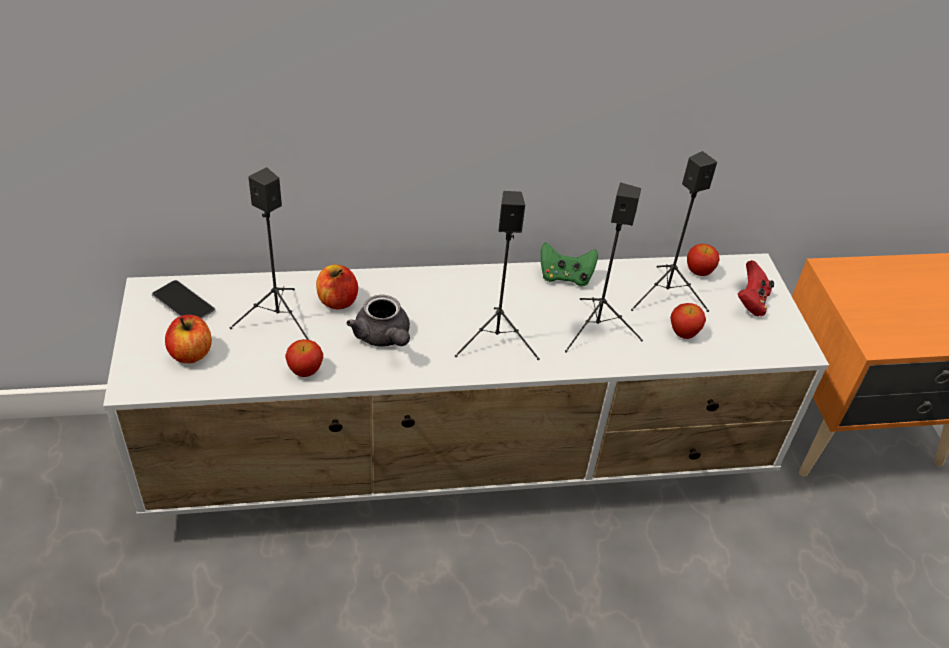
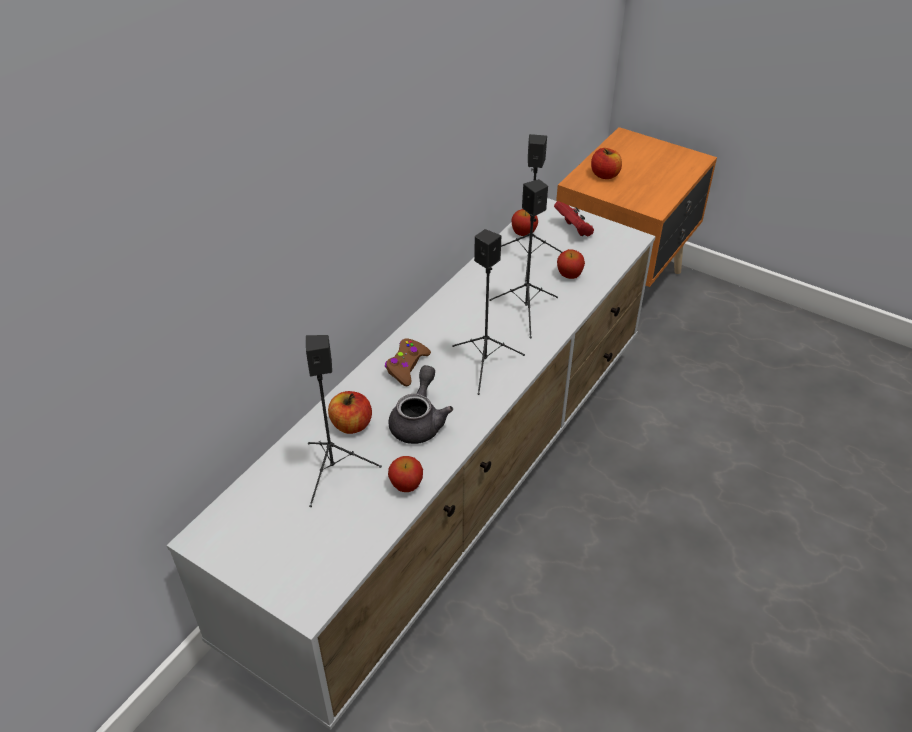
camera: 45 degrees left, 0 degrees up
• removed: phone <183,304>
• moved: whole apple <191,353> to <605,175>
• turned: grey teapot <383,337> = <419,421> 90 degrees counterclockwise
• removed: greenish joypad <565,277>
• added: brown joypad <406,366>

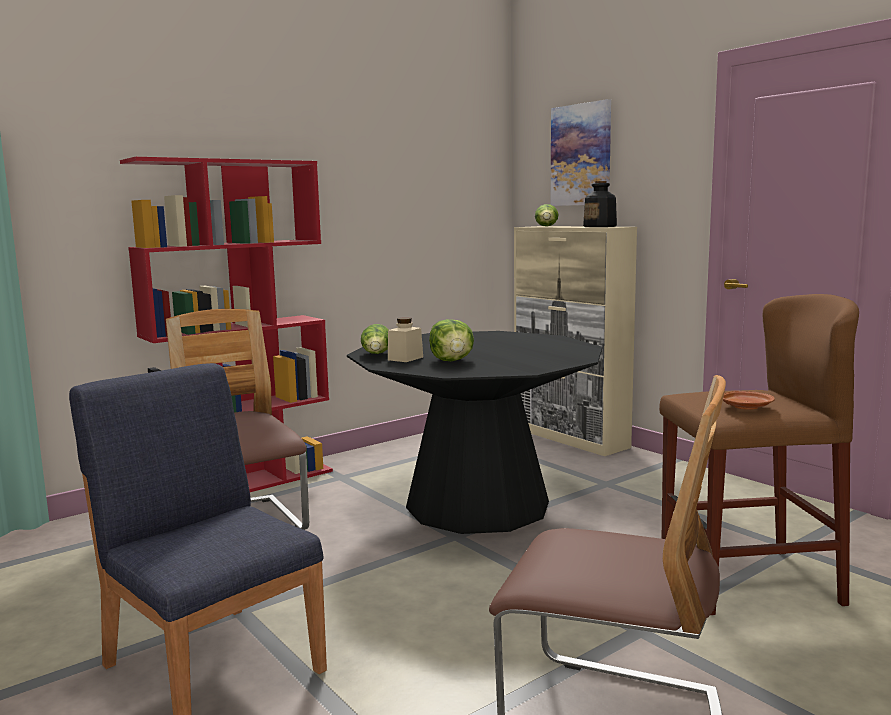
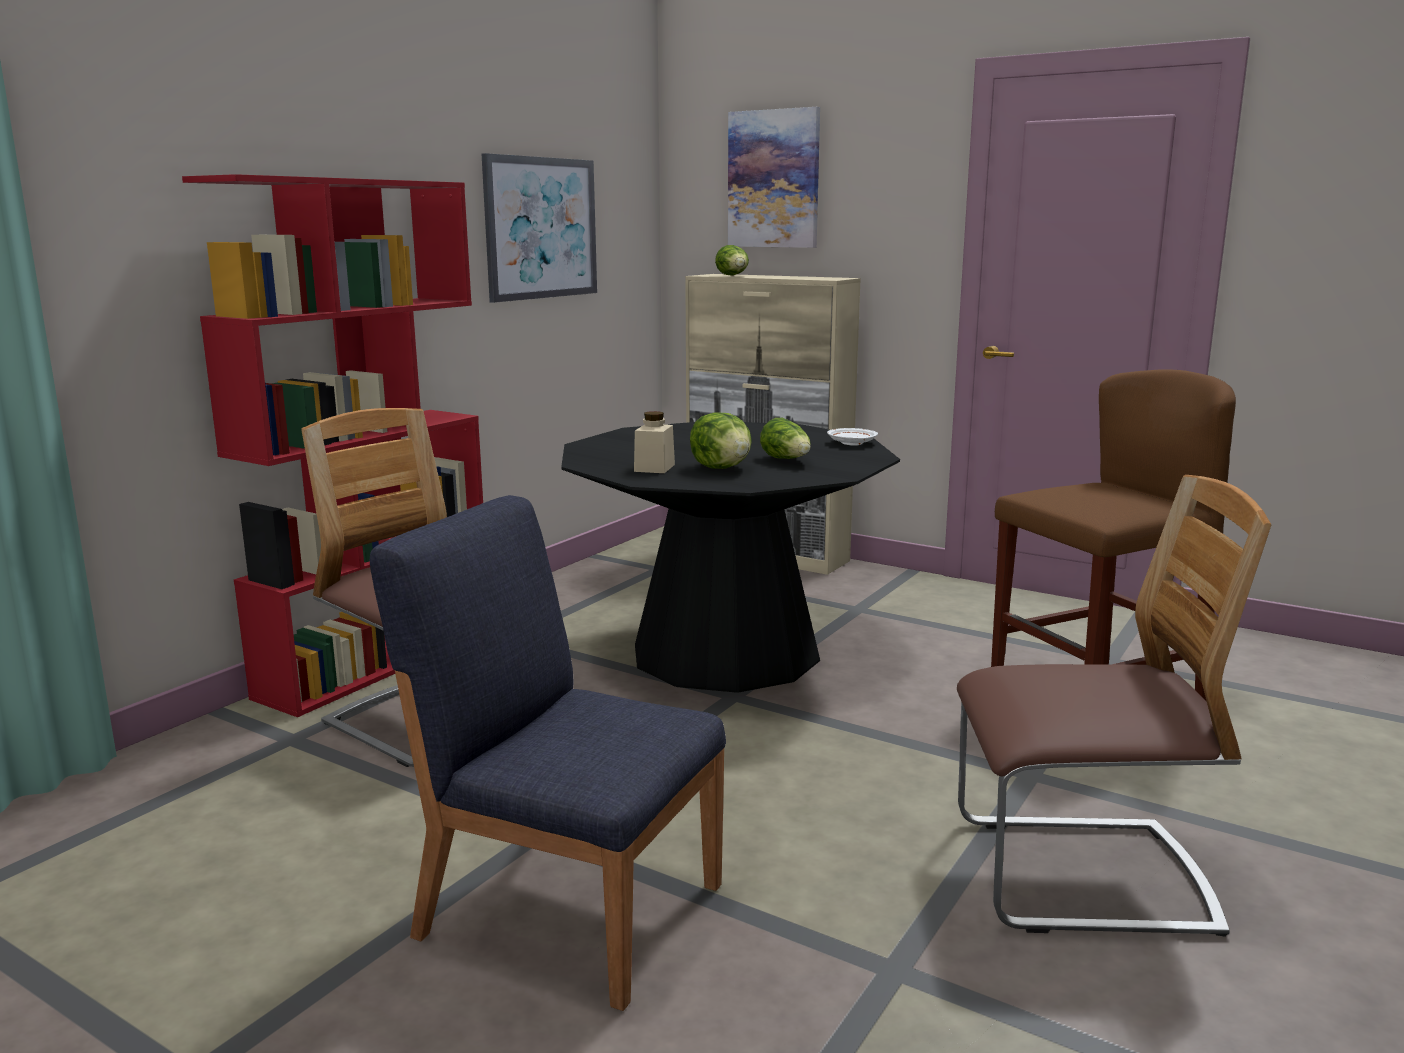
camera: 20 degrees left, 5 degrees up
• moved: head of lettuce <377,355> to <787,460>
• removed: bottle <600,226>
• removed: brown plate <746,407>
• added: wall picture <541,228>
• added: white-coloured plate <851,443>

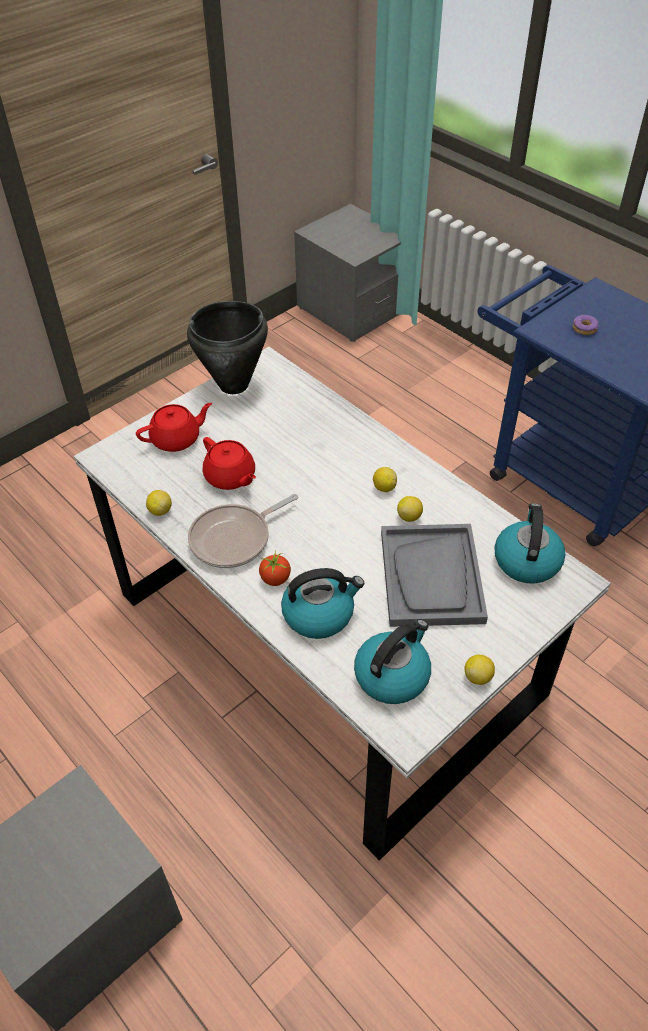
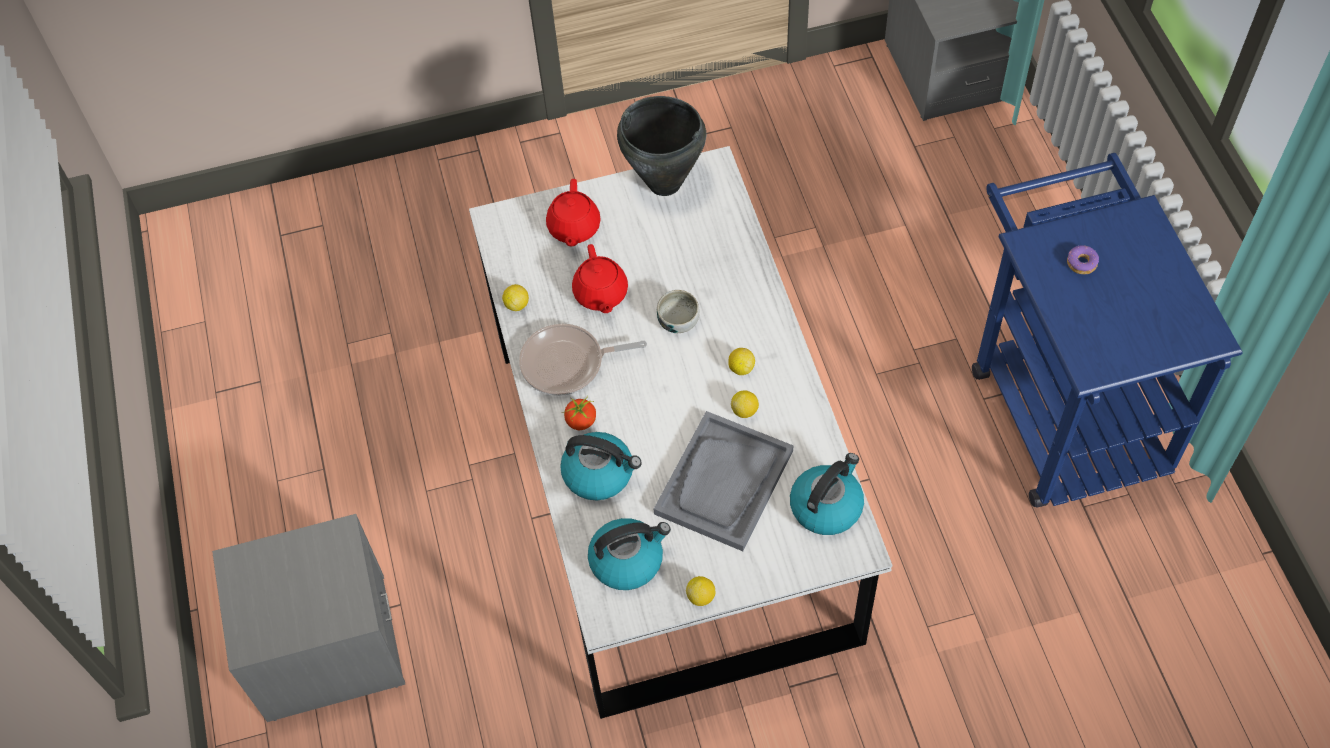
camera: 30 degrees right, 10 degrees up
• turned: red teapot <177,439> = <573,228> 90 degrees clockwise
• added: deep dish <678,321>

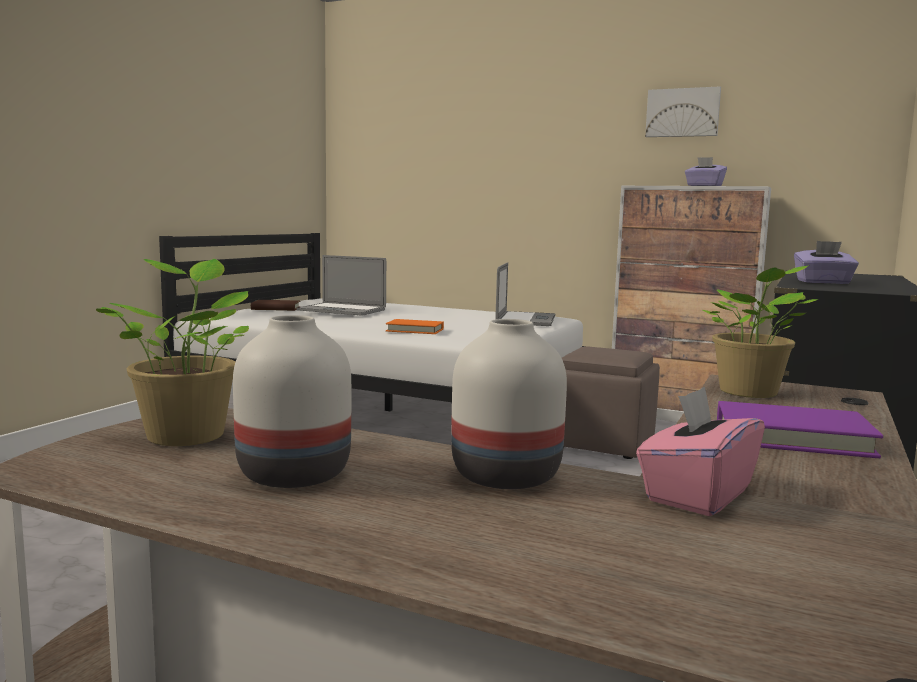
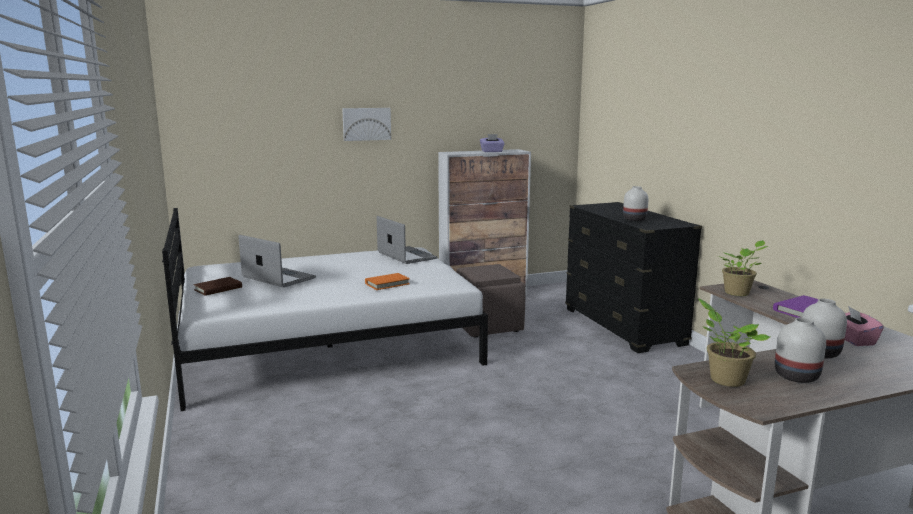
camera: 45 degrees left, 5 degrees up
• turned: portable computer <342,310> = <278,277> 120 degrees counterclockwise
• moved: wall picture <682,113> to <366,124>
• replaced: purple-coloured tissue box <823,282> to white-coloured vase <634,219>

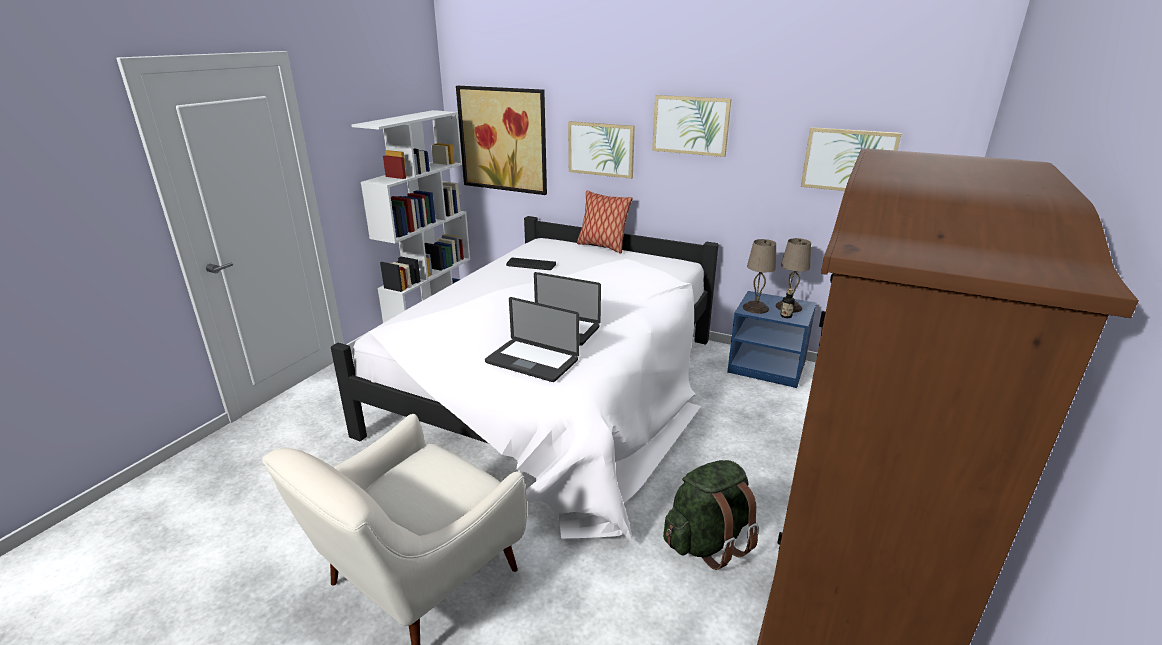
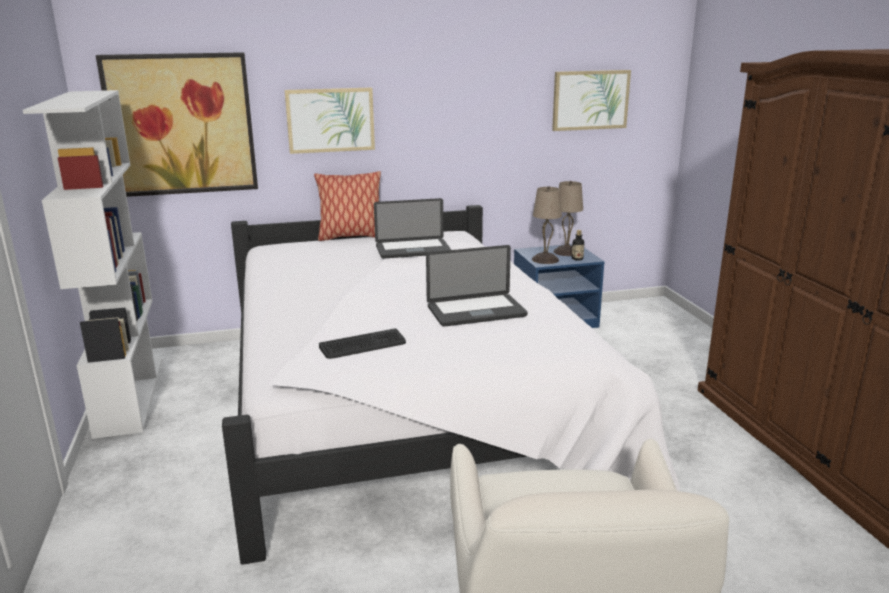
camera: 40 degrees left, 5 degrees down
• moved: portable computer <532,361> to <413,250>
• moved: computer keyboard <530,265> to <363,345>
• removed: wall picture <690,125>
• removed: greenish knapsack <707,542>

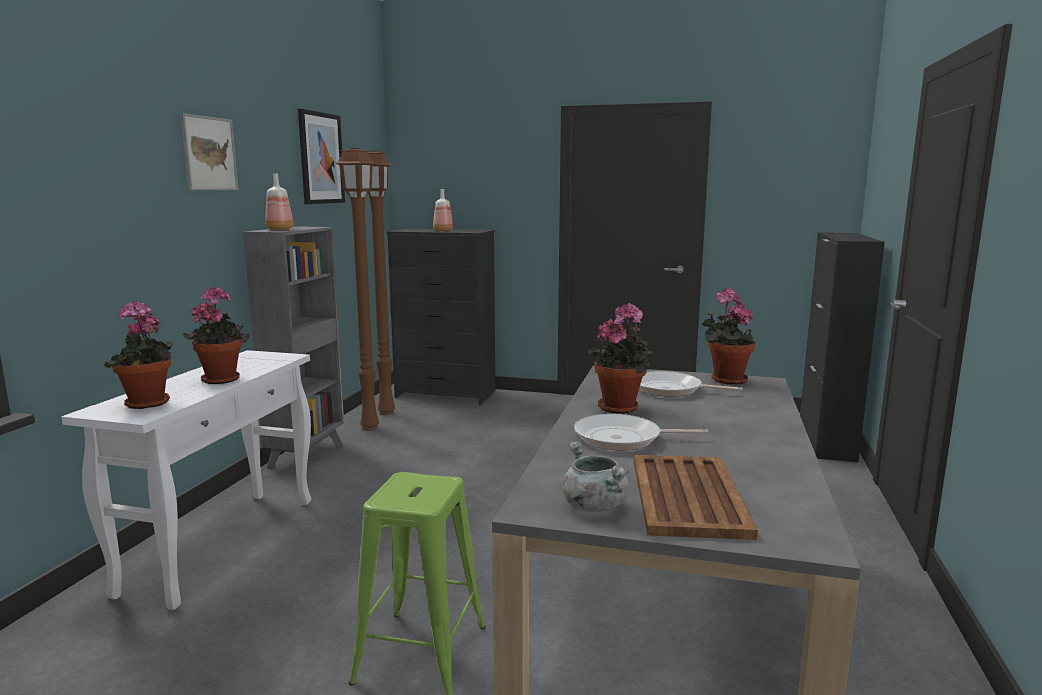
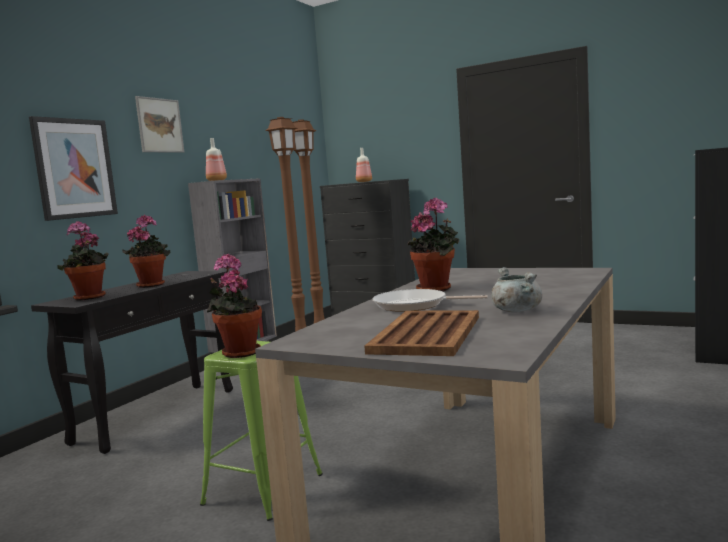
camera: 15 degrees right, 5 degrees down
• recoloured: white-coloured console table <223,543> to black-coloured console table <158,415>
• moved: wall picture <321,158> to <74,168>
• moved: grey saucepot <593,505> to <515,310>
• removed: pan <671,389>
• moved: plant in a pot <725,380> to <239,352>

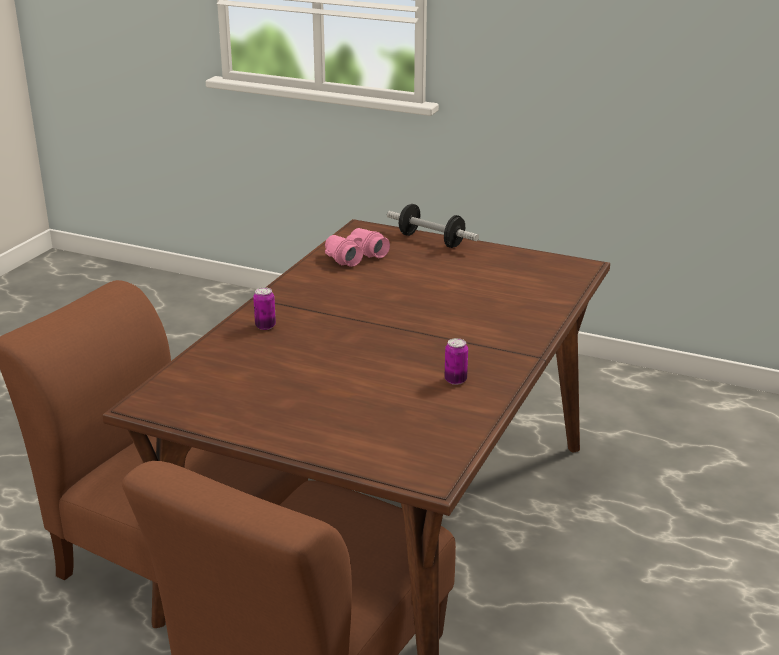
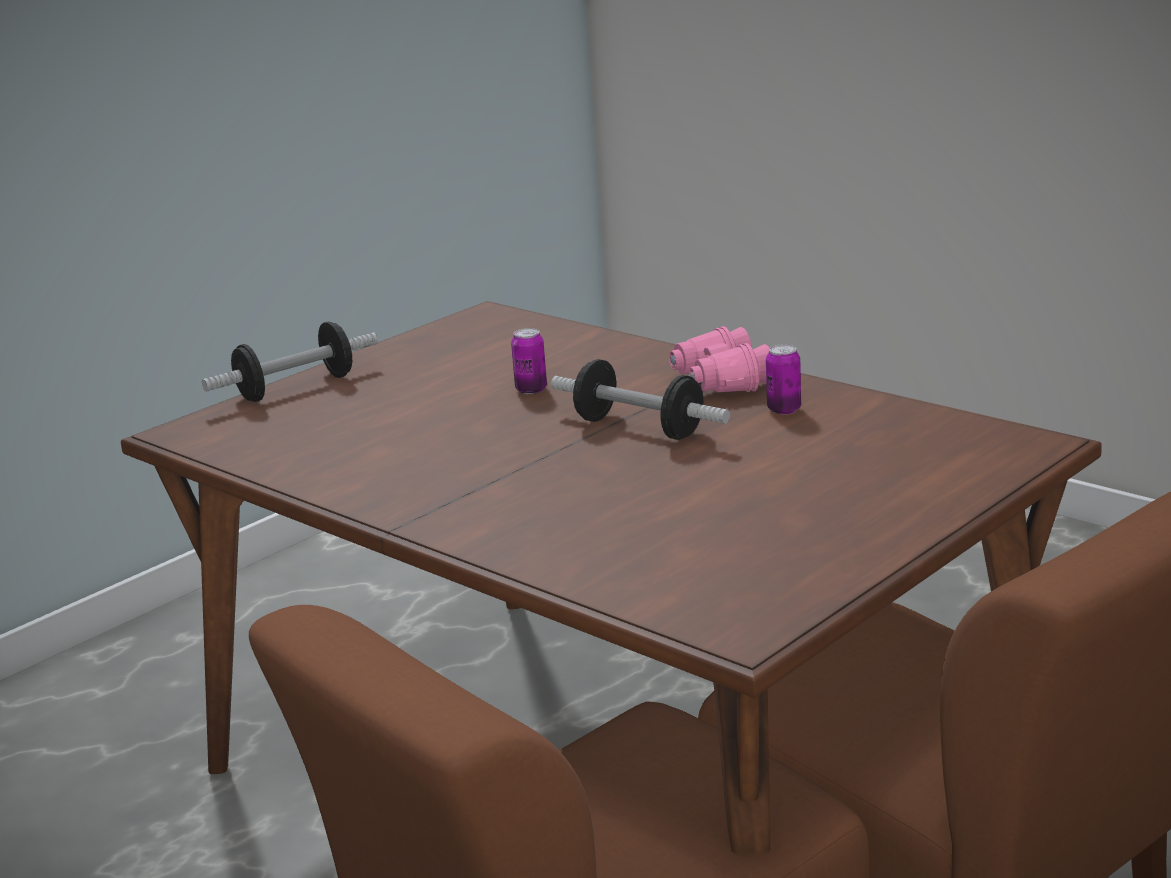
camera: 70 degrees left, 5 degrees down
• moved: metal can <265,326> to <531,390>
• moved: pink field glasses <355,256> to <720,382>
• added: free weight <639,428>

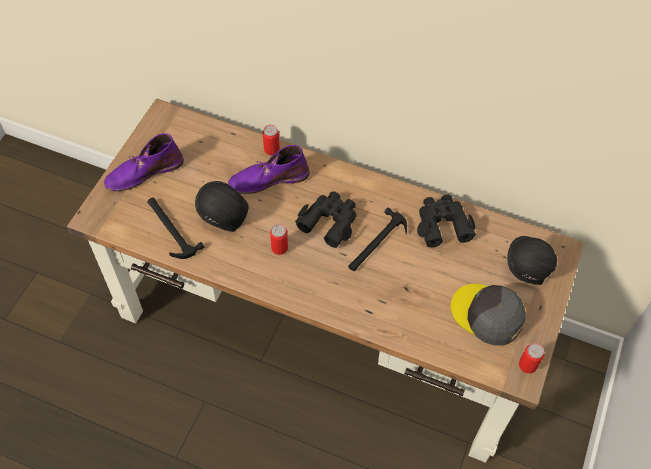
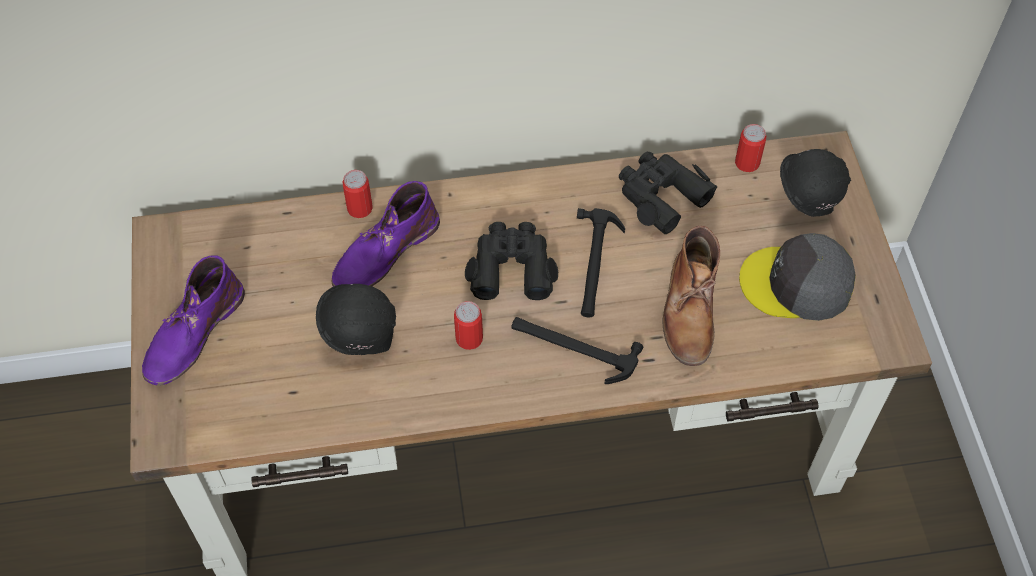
camera: 30 degrees left, 0 degrees up
• moved: tool hammer <170,229> to <573,348>
• moved: metal can <527,365> to <747,163>
• added: brown high-top boot <690,310>

